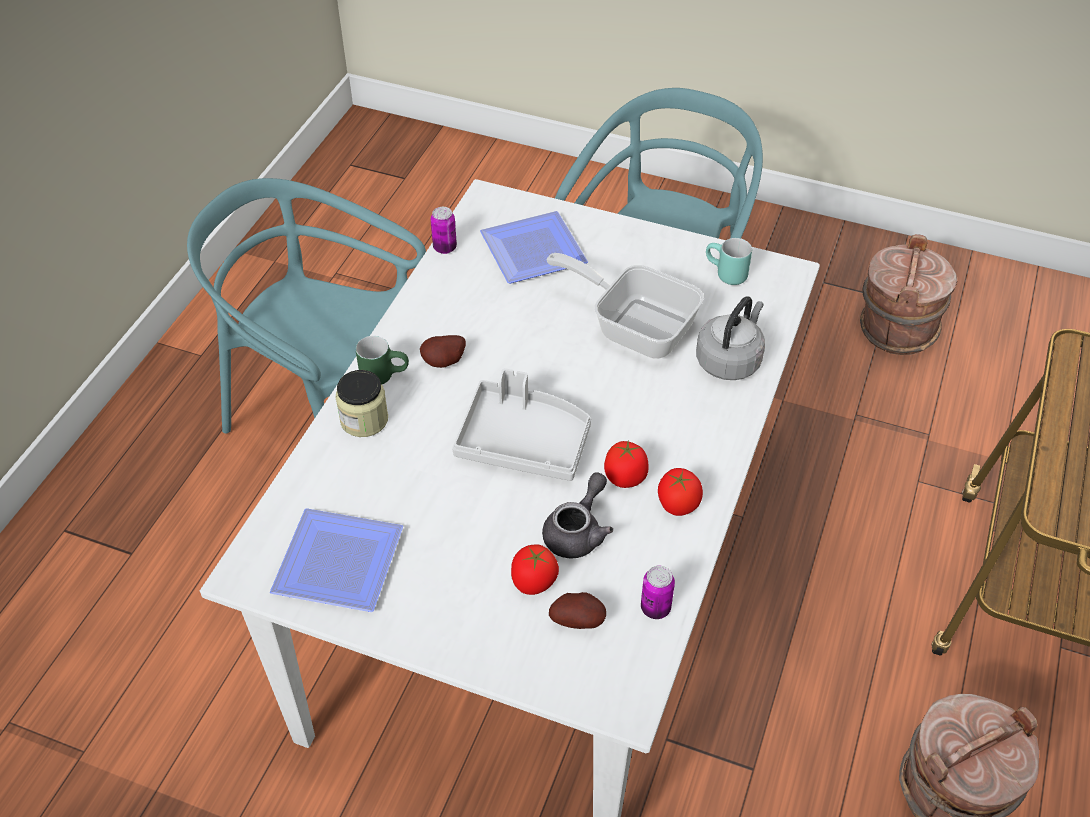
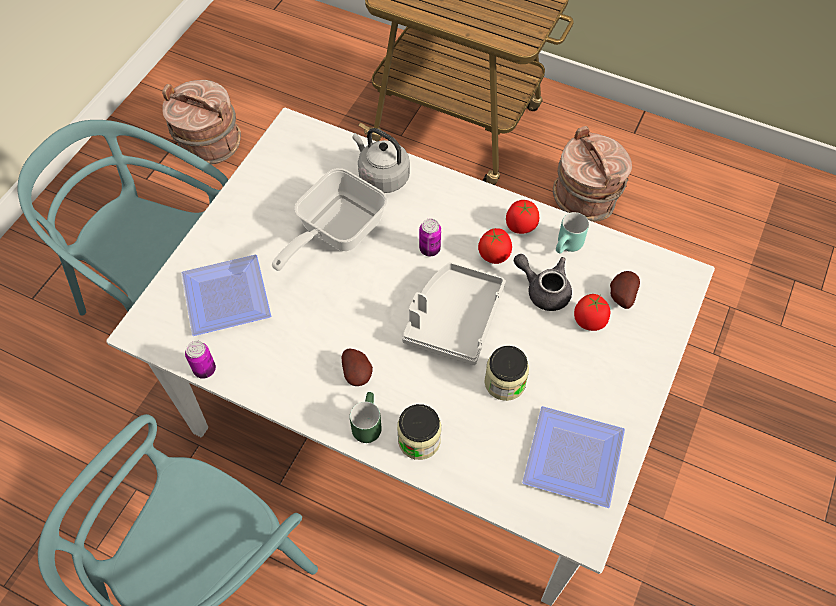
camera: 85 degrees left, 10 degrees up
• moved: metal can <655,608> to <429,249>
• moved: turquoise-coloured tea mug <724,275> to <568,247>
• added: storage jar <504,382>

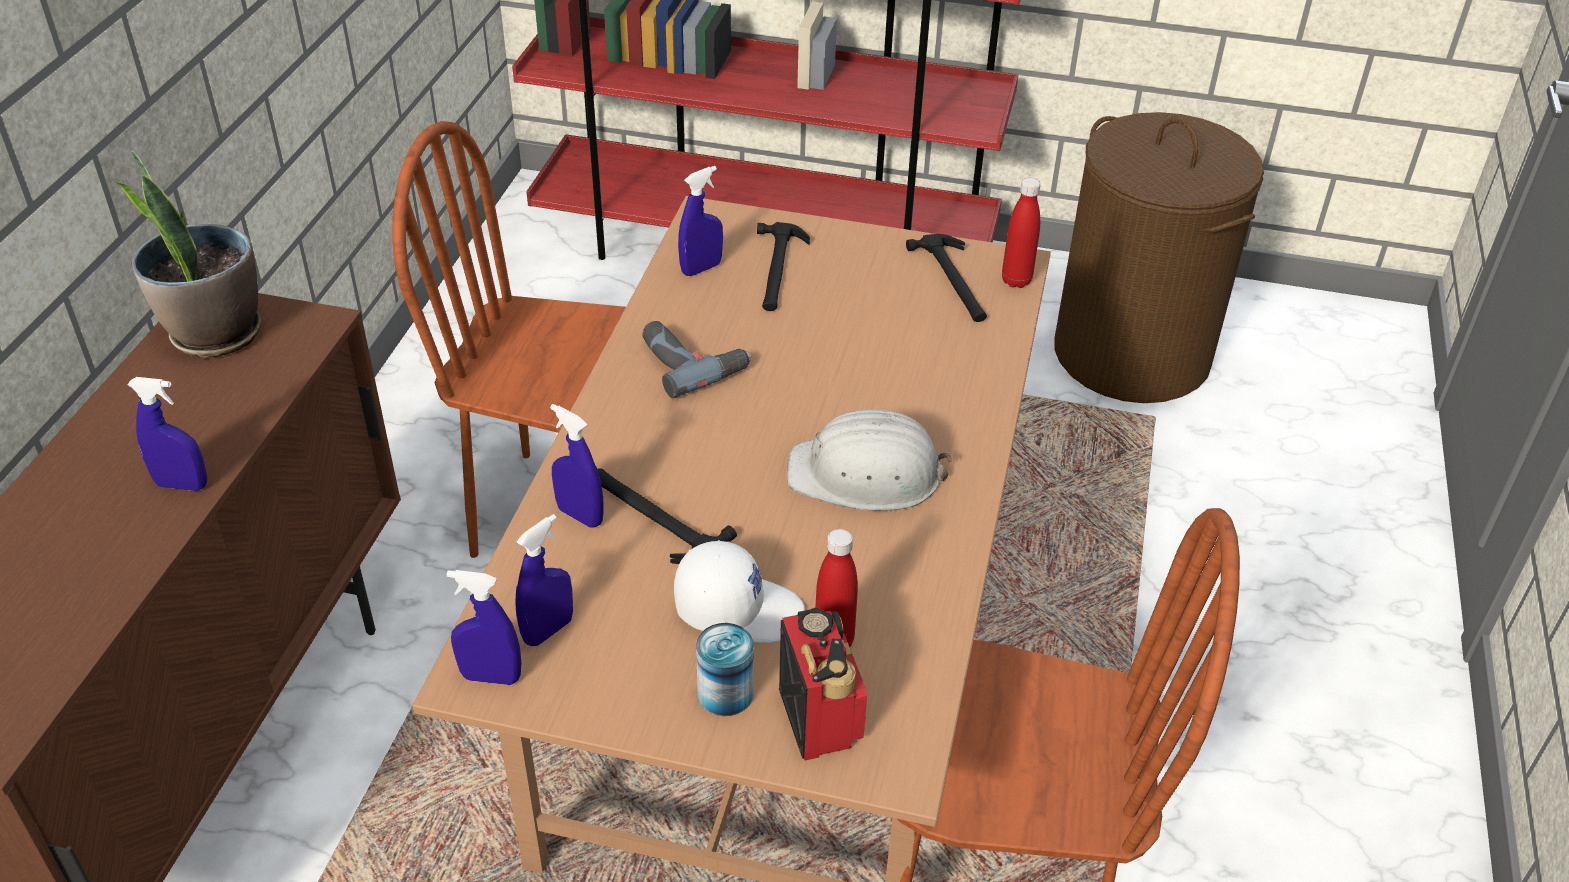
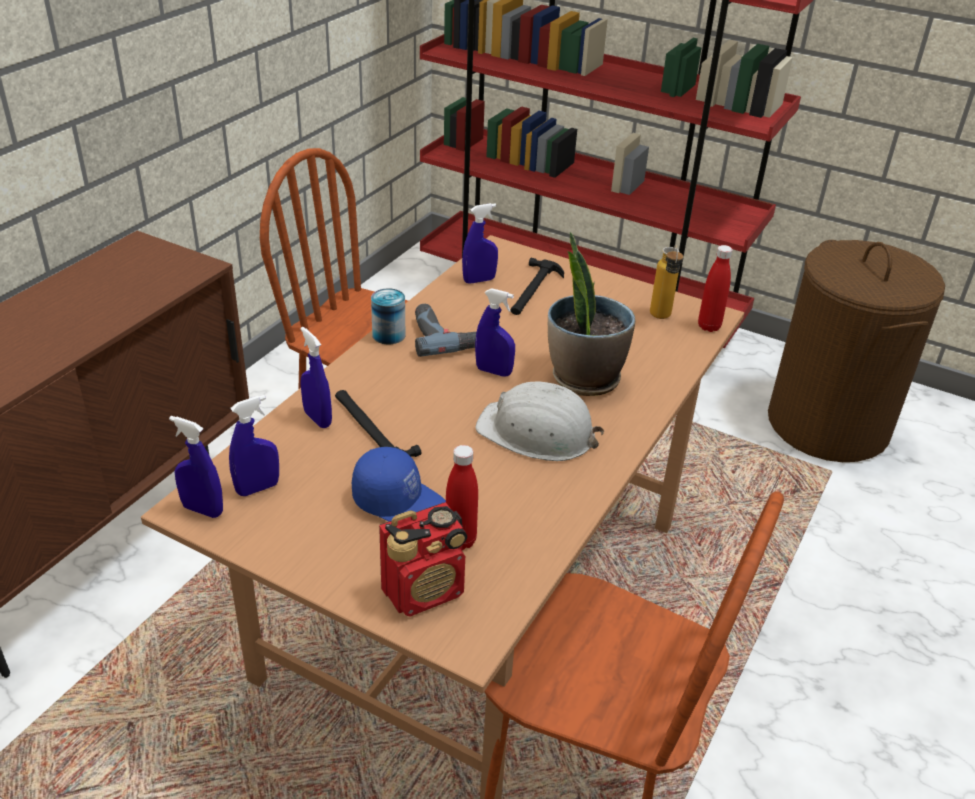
camera: 15 degrees right, 5 degrees down
• moved: plant in a pot <214,333> to <584,378>
• moved: blue spray bottle <182,485> to <493,371>
• recoloured: white-coloured peaked cap <738,607> to blue peaked cap <400,502>
• moved: metal can <725,693> to <388,335>
• turned: radio <819,717> = <424,591> 60 degrees clockwise
• replaced: tool hammer <954,281> to bottle <661,319>

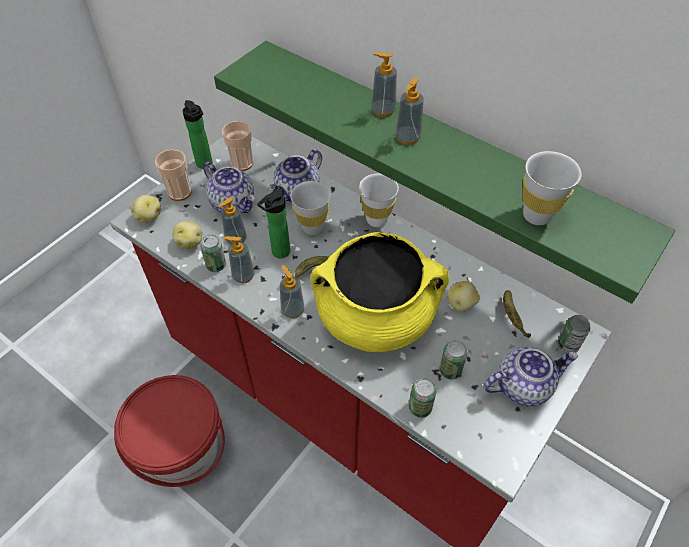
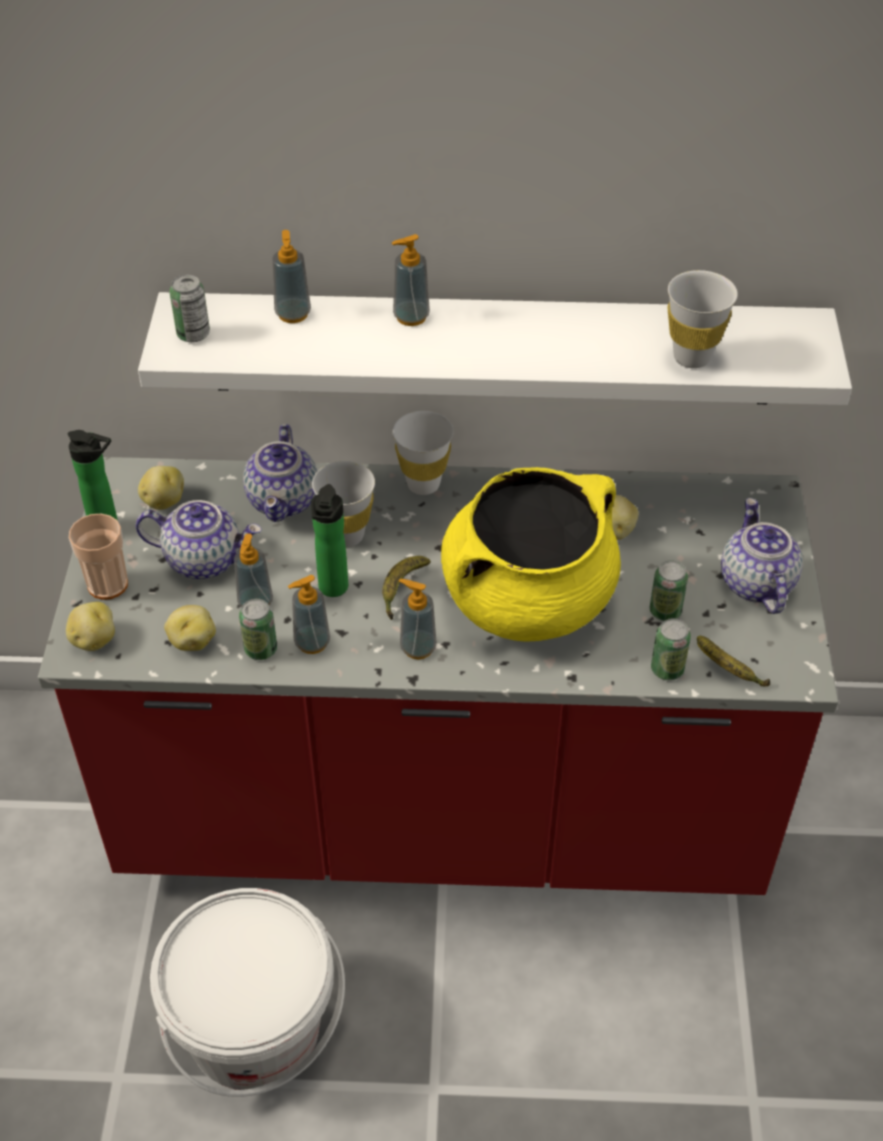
camera: 35 degrees left, 5 degrees down
• recoloured: red pail <182,449> to white-coloured pail <254,1028>
• recoloured: greenish bracket shelf <437,154> to white-coloured bracket shelf <493,348>
• replaced: cup <242,163> to spud <163,501>
• moved: liquid soap bottle <408,138> to <293,314>
• turned: teapot <523,385> = <755,582> 45 degrees counterclockwise
• moved: whole banana <512,317> to <727,670>
• moved: metal can <567,345> to <193,334>

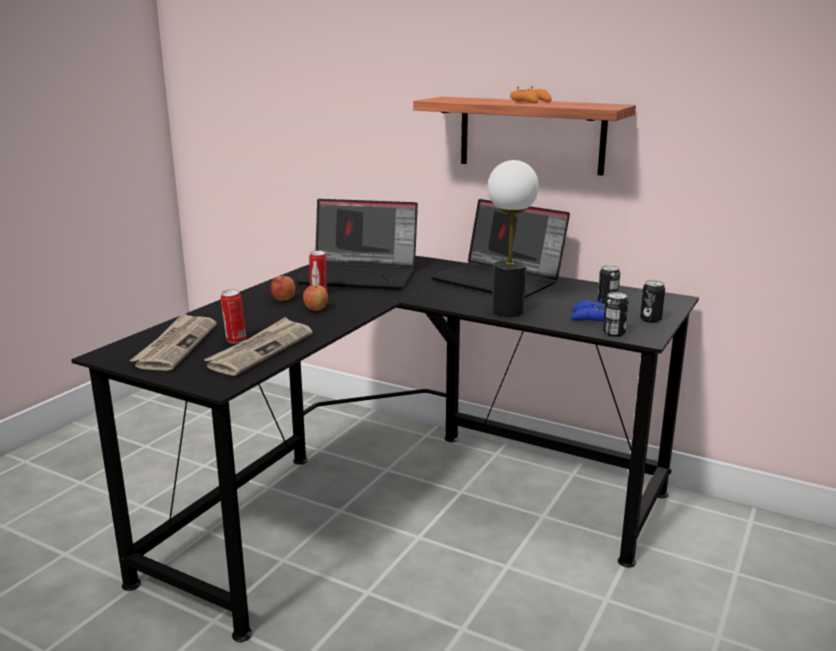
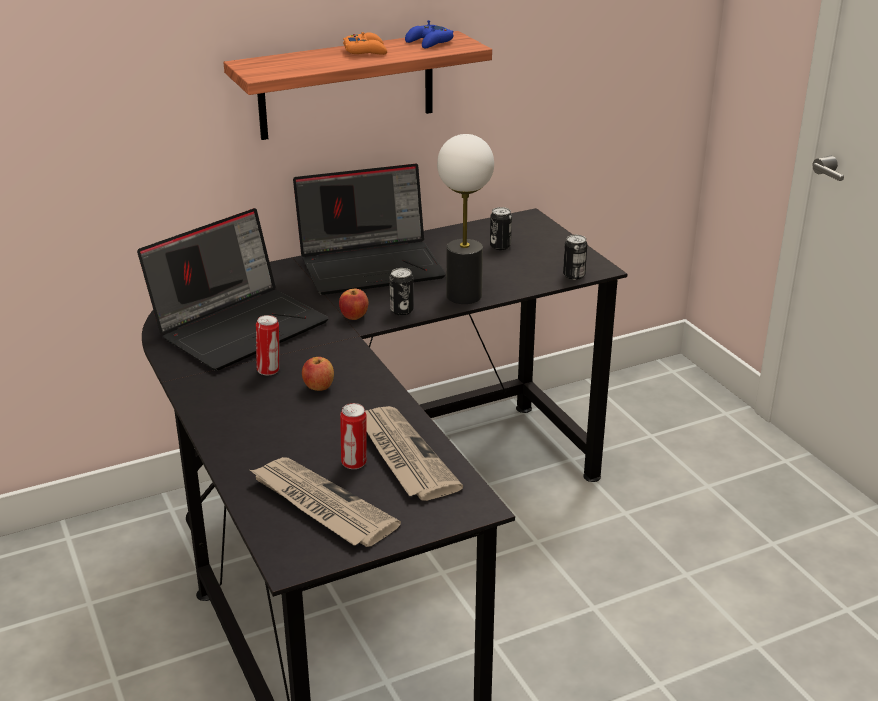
camera: 55 degrees left, 10 degrees up
• moved: whole apple <283,299> to <354,317>
• moved: blue joypad <589,317> to <429,42>
• moved: metal can <650,319> to <401,310>

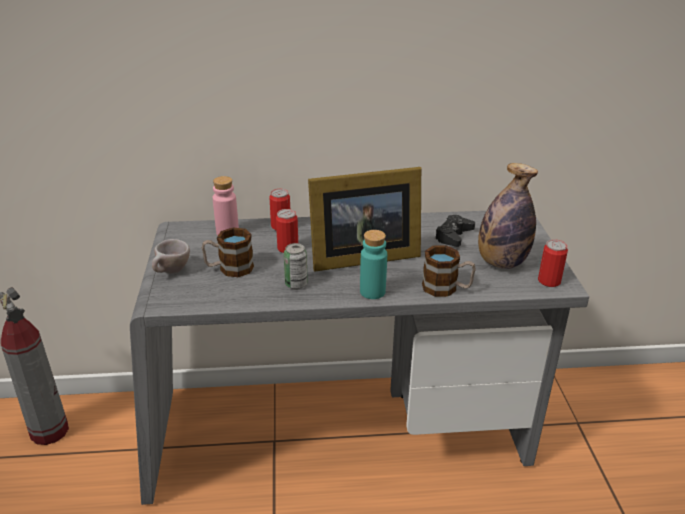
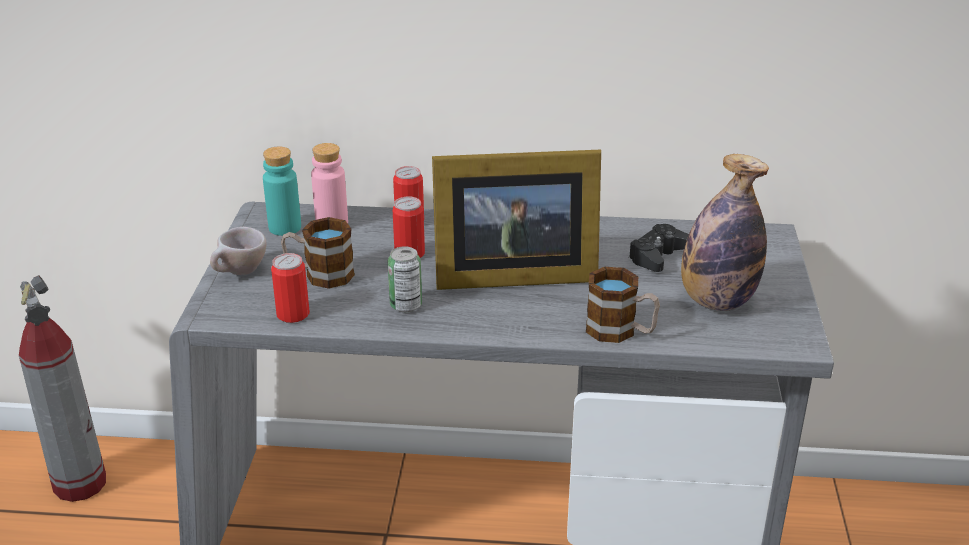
camera: 10 degrees right, 0 degrees up
• moved: turquoise-coloured bottle <372,292> to <285,227>
• moved: metal can <549,281> to <293,314>

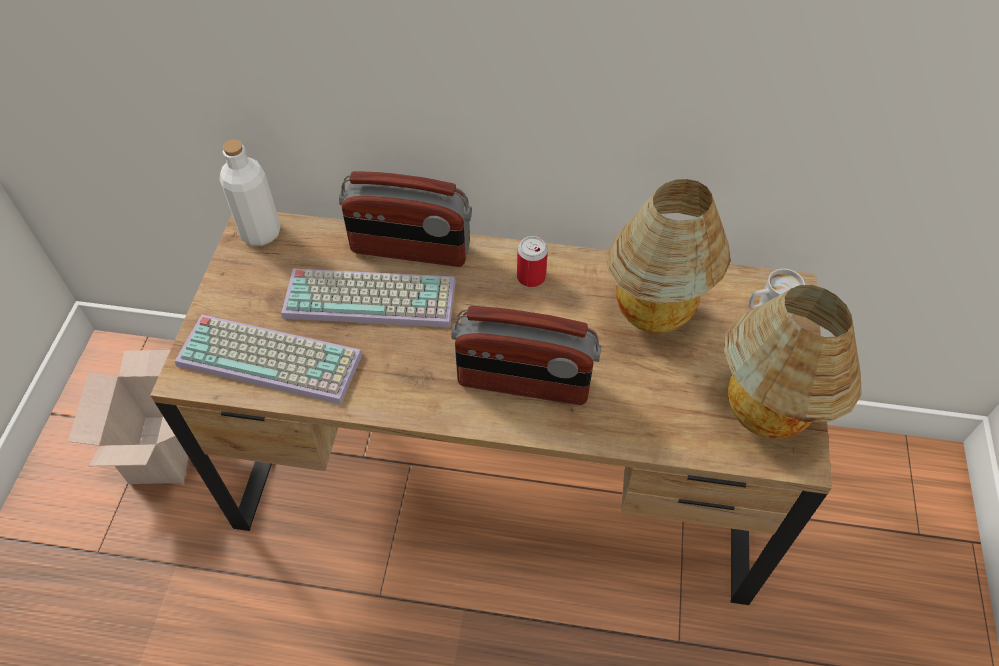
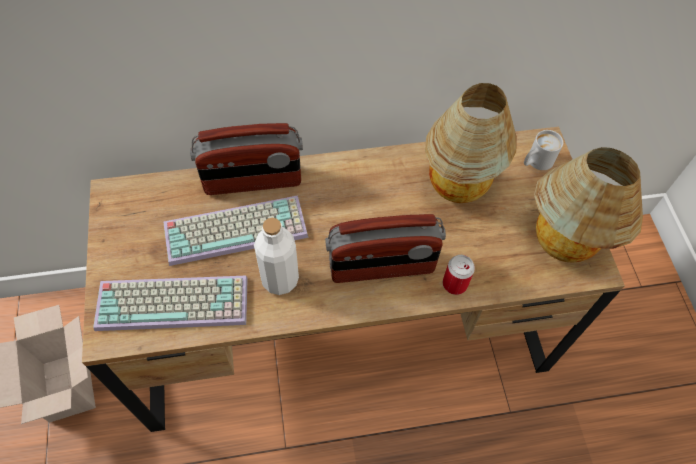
camera: 20 degrees left, 5 degrees up
• moved: white-coloured bottle <260,232> to <280,279>
• moved: metal can <531,277> to <455,284>

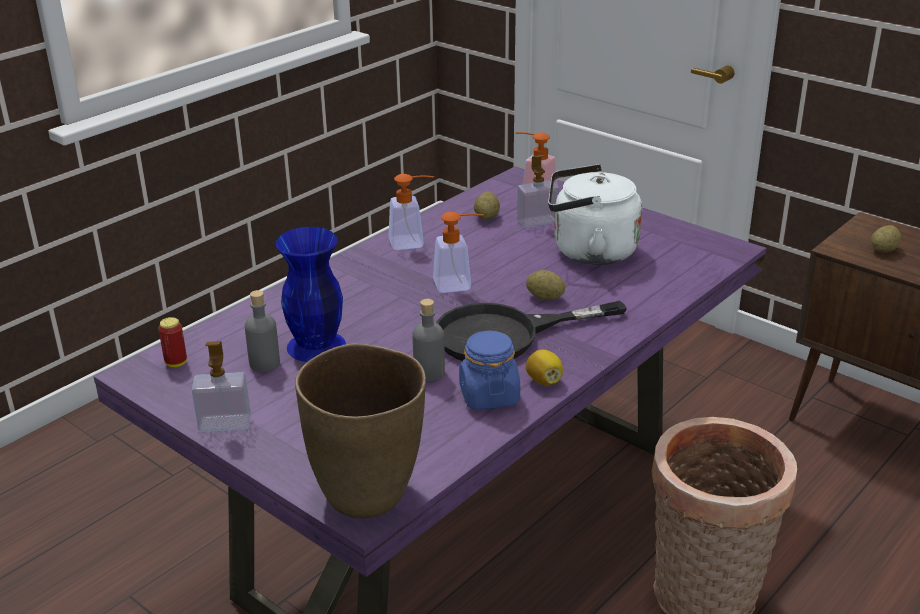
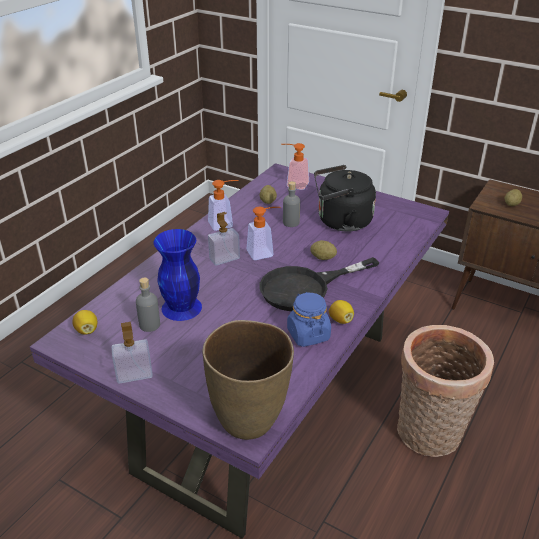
camera: 10 degrees left, 5 degrees up
• replaced: metal can <176,363> to lemon <87,330>
• moved: grey bottle <429,373> to <291,222>
• moved: liquid soap bottle <537,221> to <224,258>
• recoloured: white-coloured tea kettle <589,251> to black-coloured tea kettle <341,222>

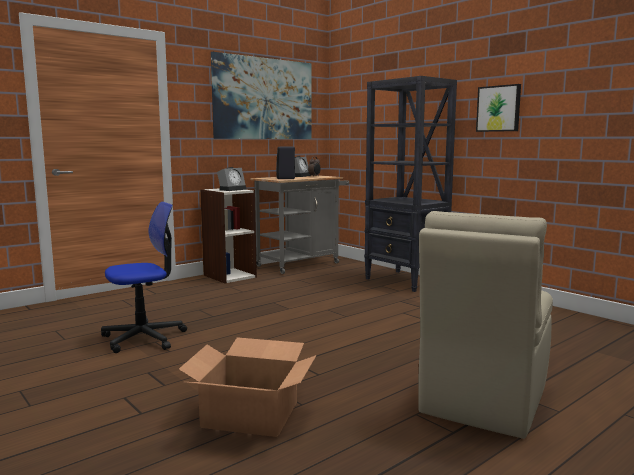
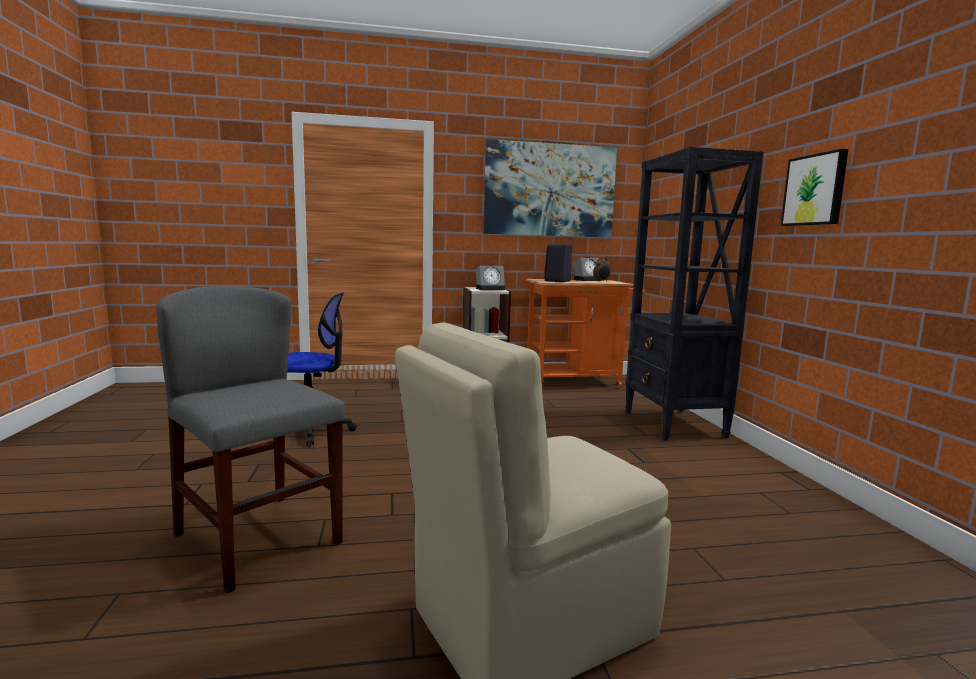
camera: 30 degrees right, 0 degrees up
• replaced: cardboard box <250,414> to grey plain chair <258,538>
• recoloured: grey cart <302,263> to orange cart <578,382>

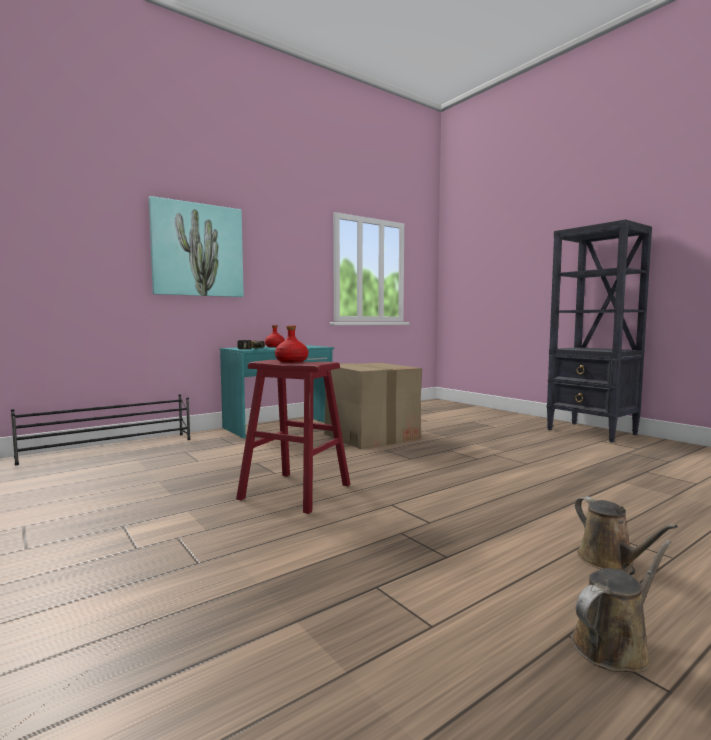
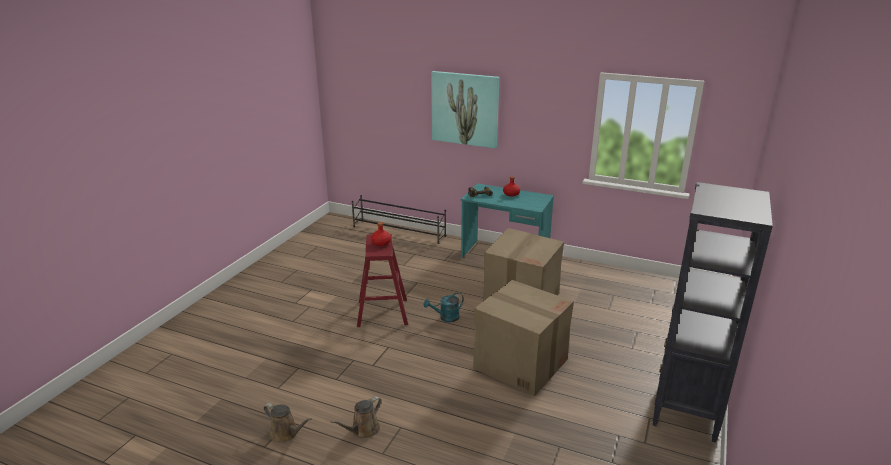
camera: 60 degrees right, 20 degrees up
• added: turquoise-coloured watering pot <446,318>
• added: cardboard box <520,363>

